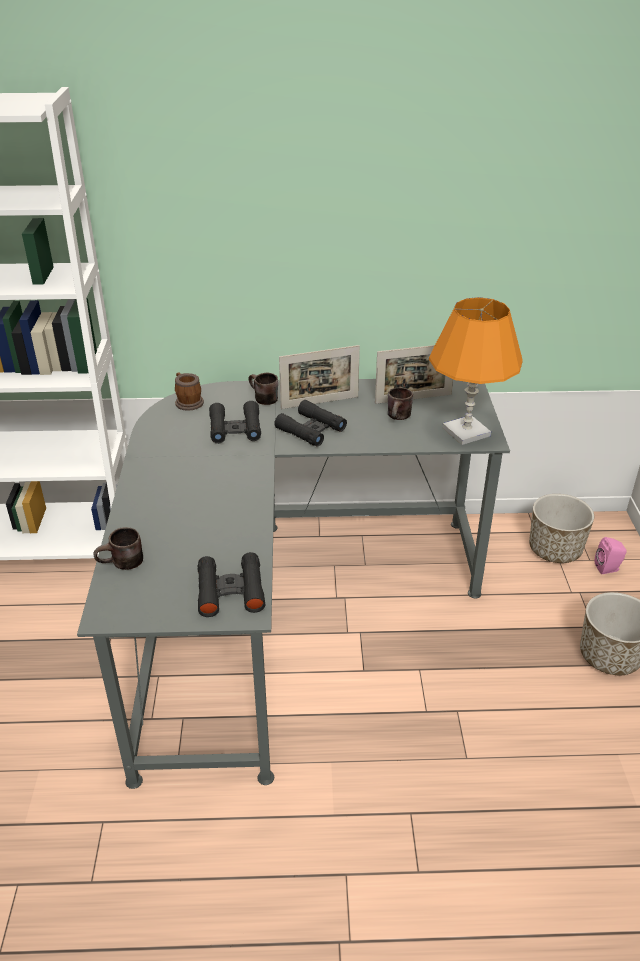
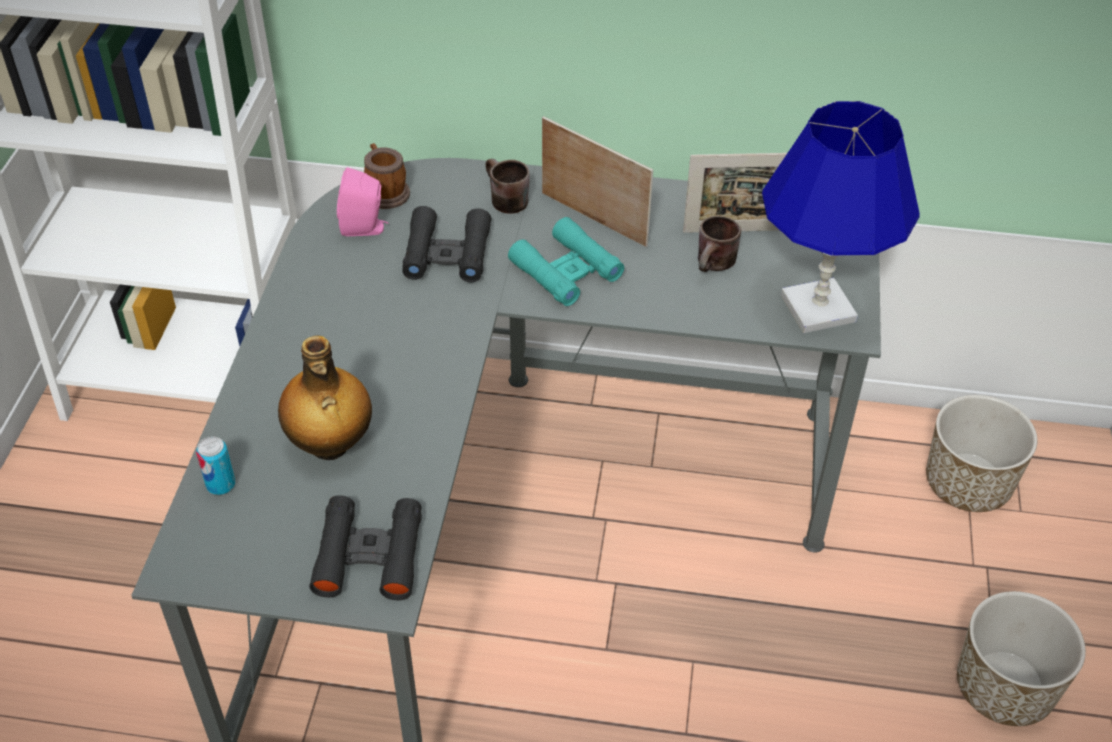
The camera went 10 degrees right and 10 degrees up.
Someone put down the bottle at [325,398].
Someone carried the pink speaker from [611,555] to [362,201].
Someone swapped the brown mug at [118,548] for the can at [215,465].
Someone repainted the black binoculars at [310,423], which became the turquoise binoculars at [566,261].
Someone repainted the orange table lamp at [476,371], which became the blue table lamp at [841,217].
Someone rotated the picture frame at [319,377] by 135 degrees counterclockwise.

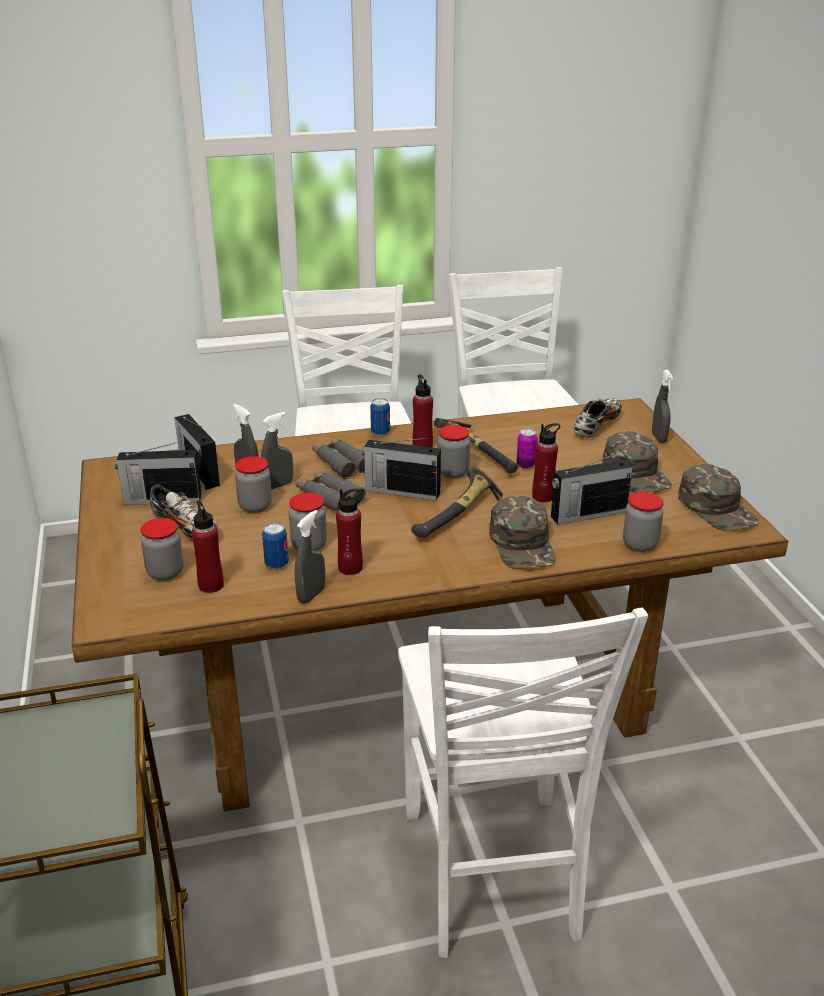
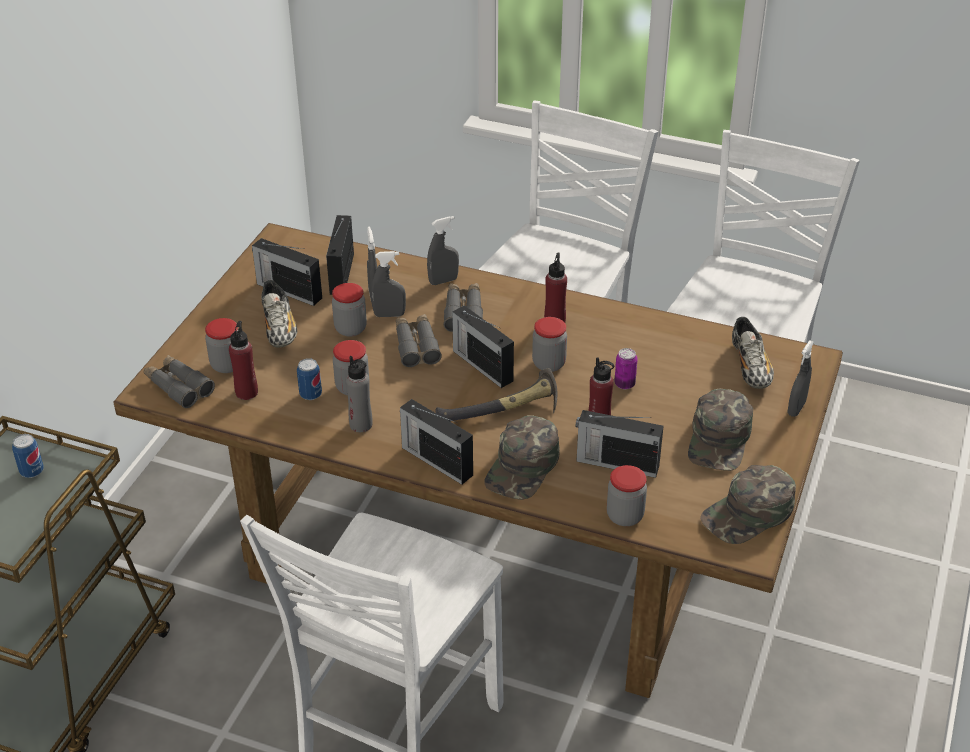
The camera went 35 degrees right and 10 degrees up.
Someone took away the hammer at [476,445].
Someone put down the grey binoculars at [179,381].
Someone put down the radio at [436,442].
Someone carried the grey spray bottle from [310,557] to [443,250].
Someone carried the can from [380,417] to [28,456].
Someone repainted the red bottle at [349,532], which became the grey bottle at [359,394].
Someone rotated the shoe at [598,418] by 105 degrees clockwise.
Someone rotated the green cap at [718,497] by 45 degrees clockwise.

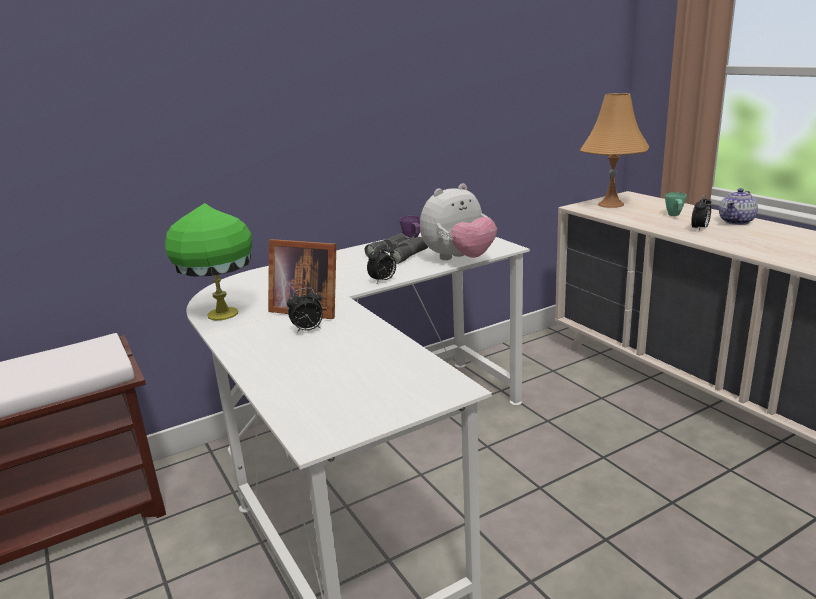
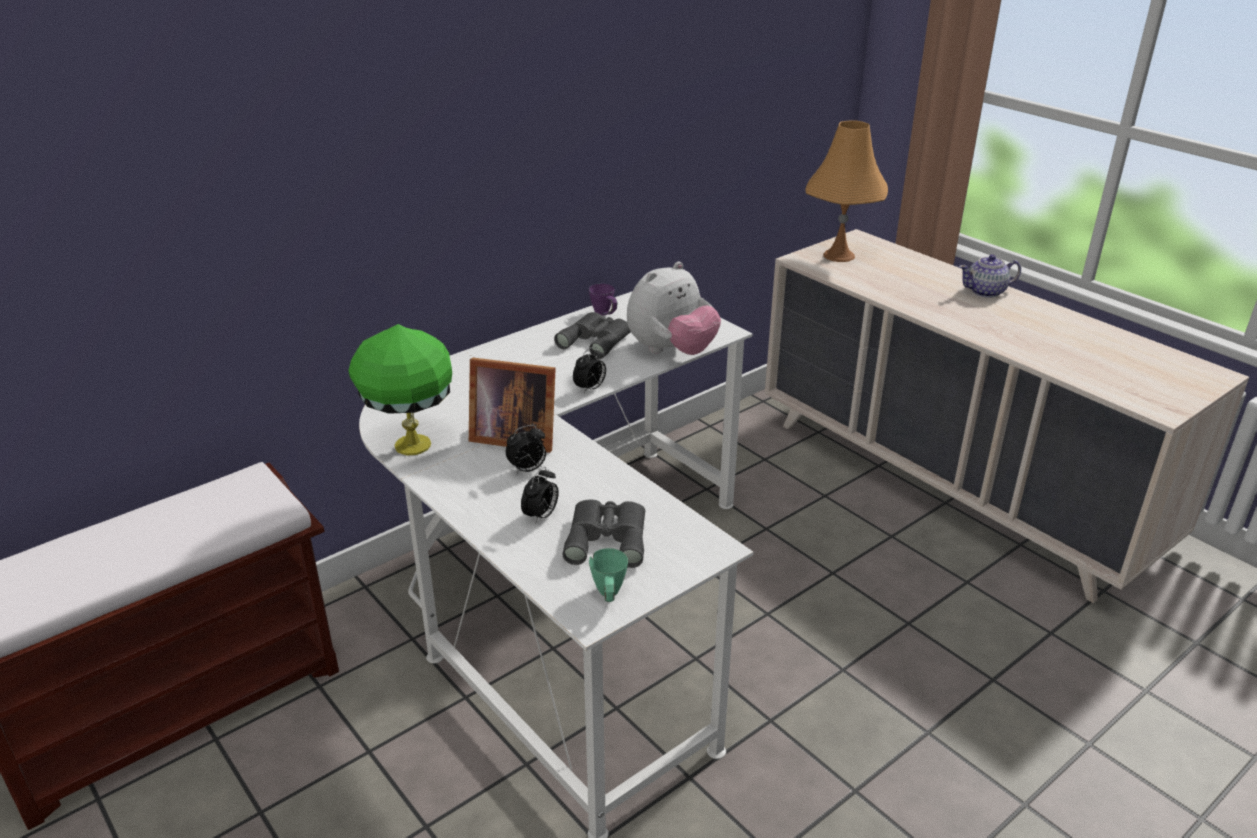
The camera went 10 degrees left and 10 degrees up.
Someone put down the grey binoculars at [604,534].
Someone carried the green mug from [676,204] to [608,575].
Someone carried the alarm clock from [701,212] to [540,495].
Someone rotated the teapot at [738,206] by 45 degrees clockwise.

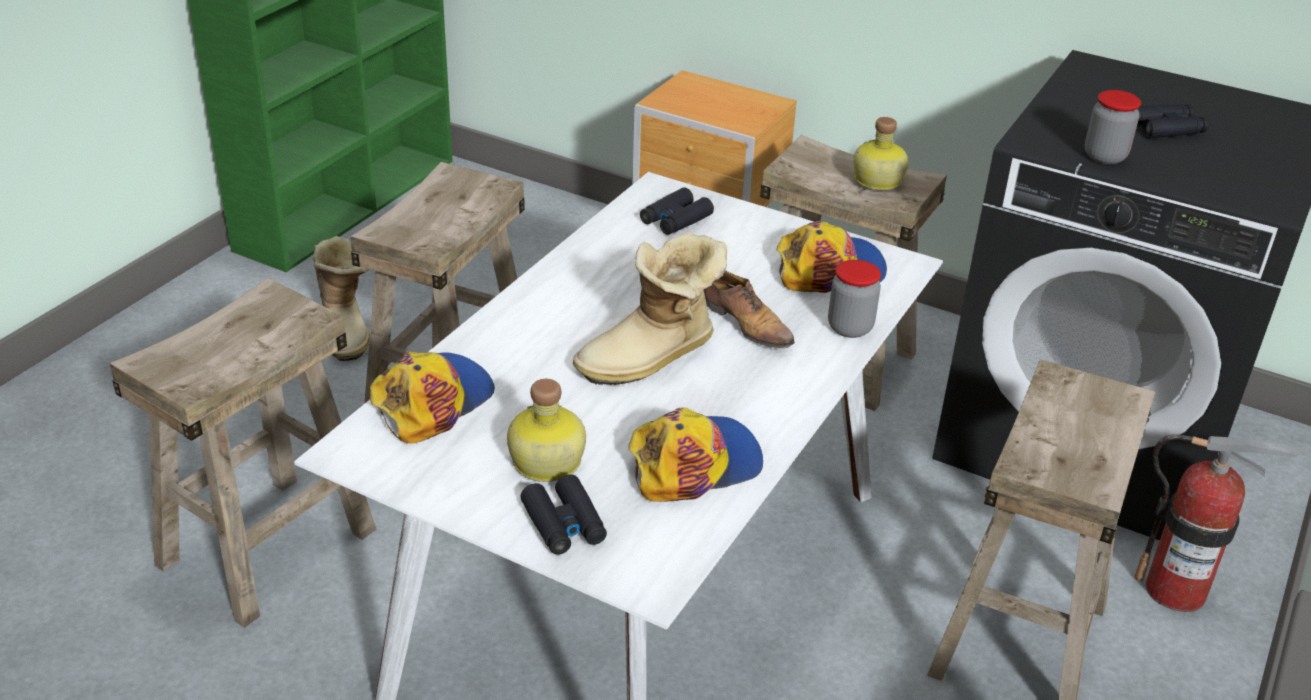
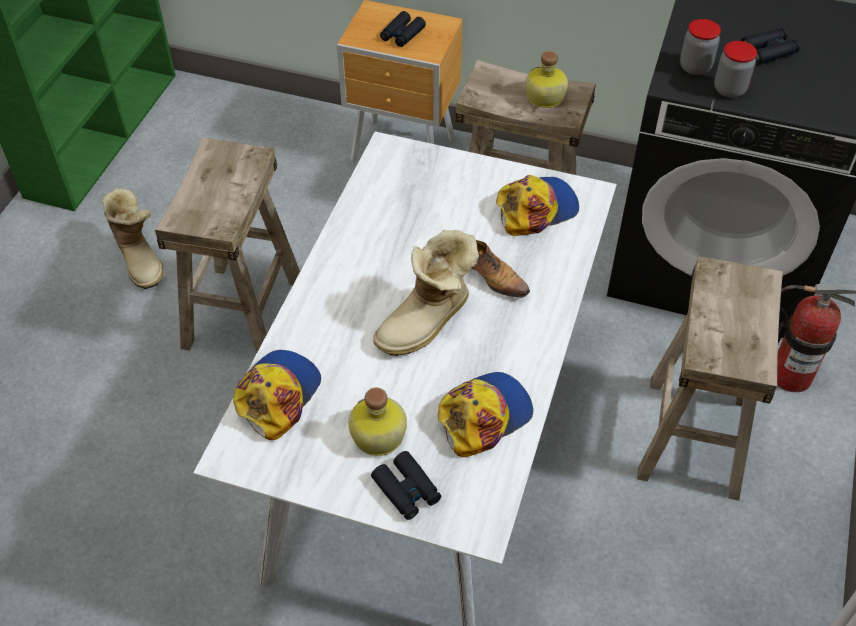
The camera went 10 degrees left and 15 degrees up.
Someone took away the beige stool at [243,453].
Someone carried the black binoculars from [677,211] to [403,29].
Someone carried the jar from [854,299] to [700,47].

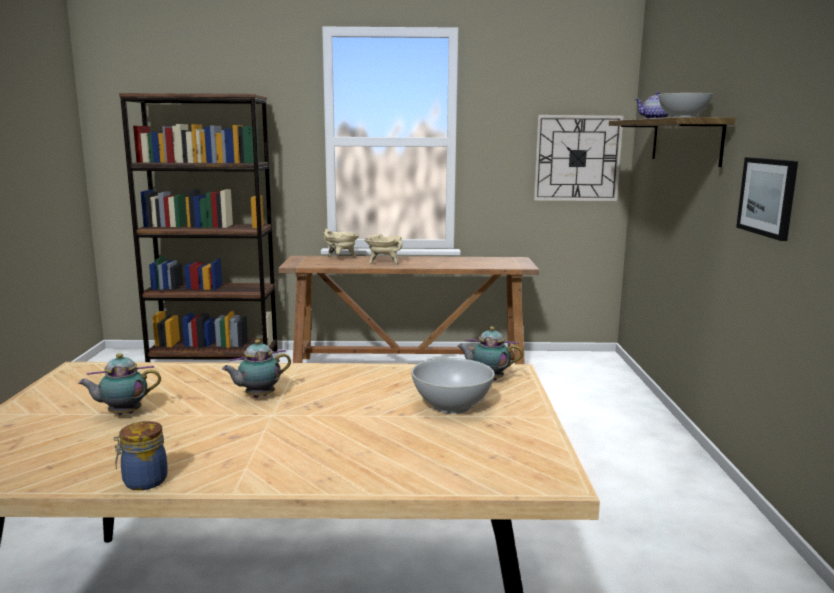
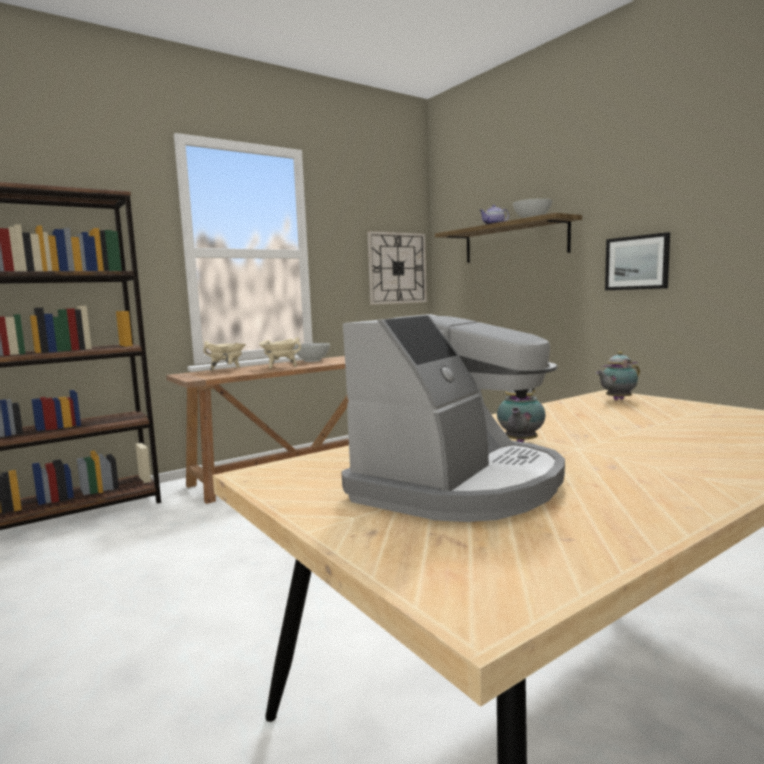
The camera went 35 degrees left and 5 degrees down.
Someone took away the jar at [140,455].
Someone carried the white bowl from [453,386] to [312,352].
Someone swapped the teapot at [119,384] for the coffee machine at [453,418].

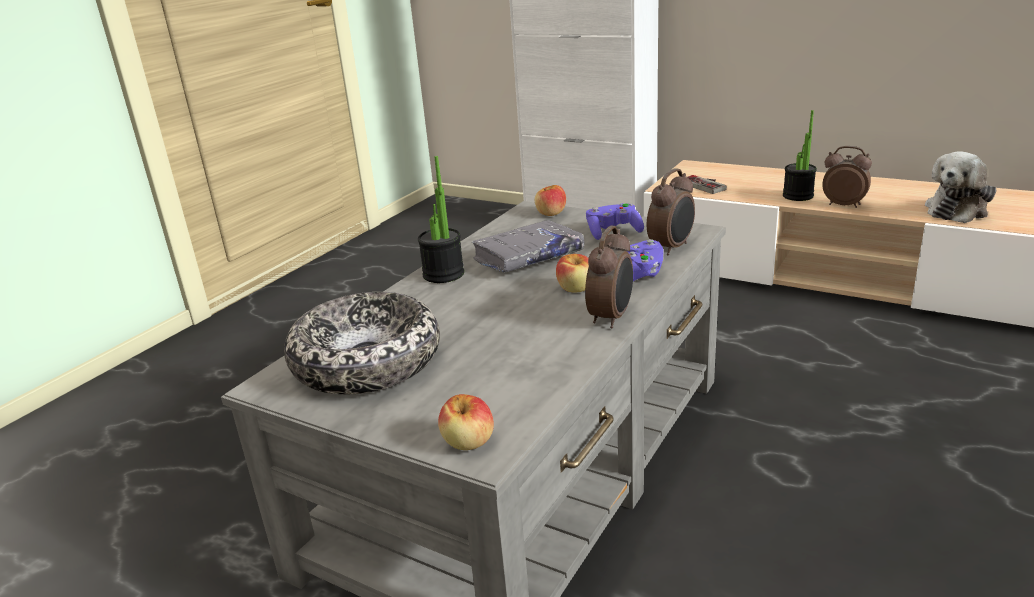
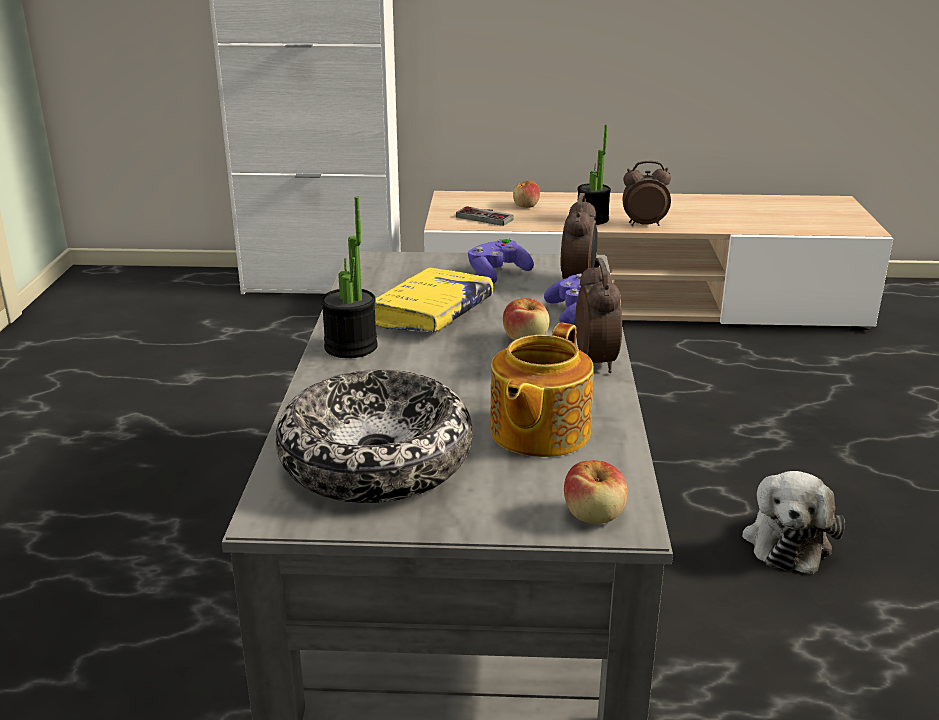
The camera went 30 degrees left and 0 degrees up.
Someone put down the teapot at [542,390].
Someone carried the apple from [550,200] to [526,194].
Someone carried the plush toy from [960,187] to [793,522].
Someone repainted the grey book at [528,246], which became the yellow book at [434,300].

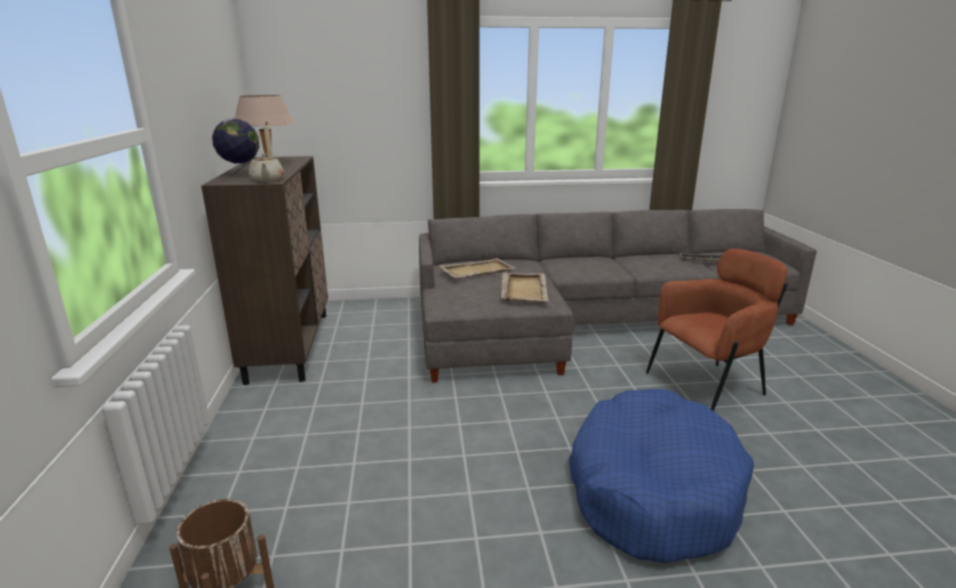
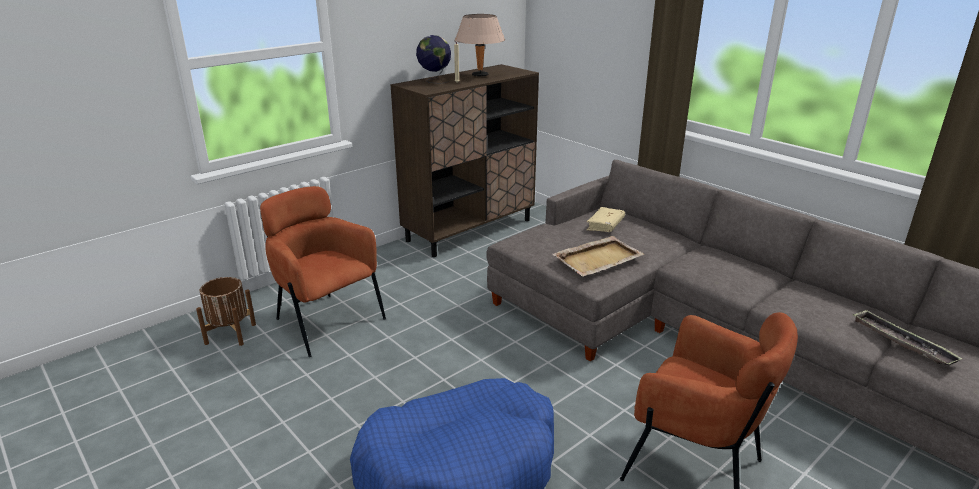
The camera went 55 degrees right and 5 degrees up.
Someone took away the beige teapot at [266,168].
Someone put down the brown armchair at [323,271].
Someone swapped the beige tray at [477,268] for the beige book at [605,219].

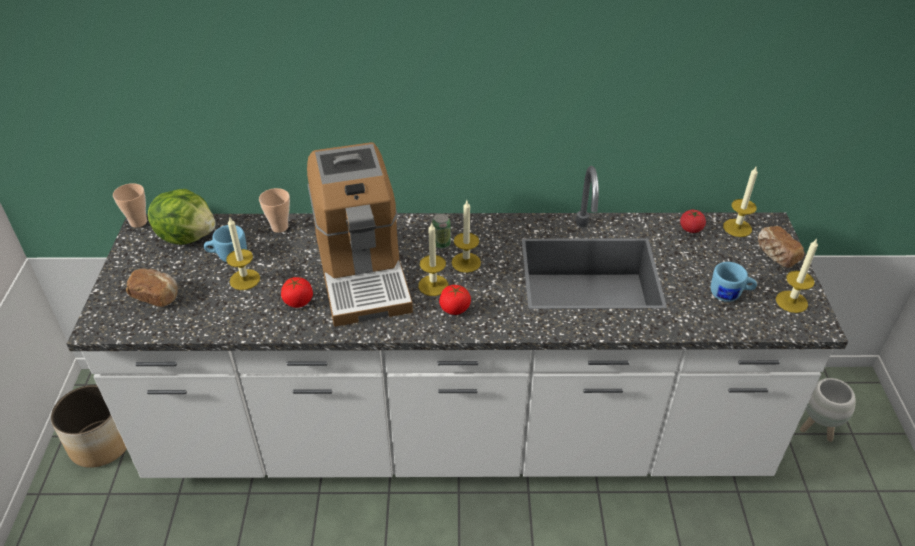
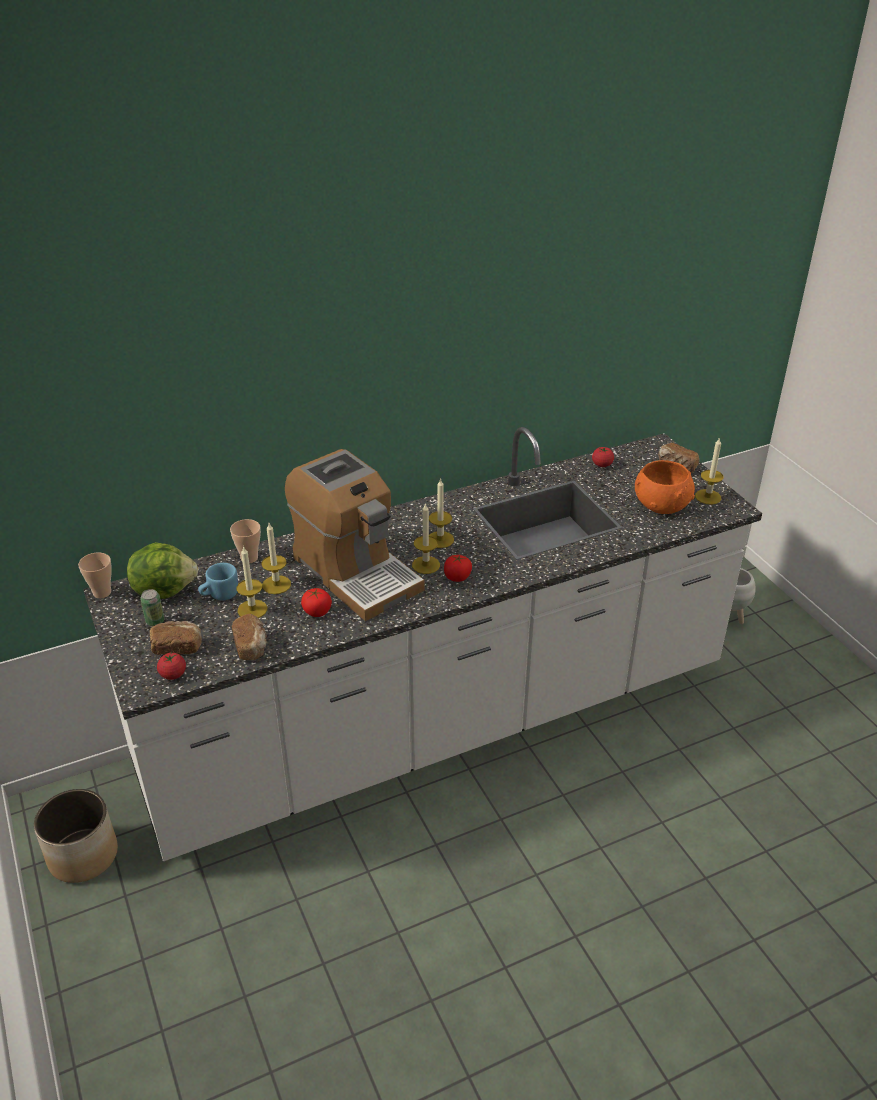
The camera went 25 degrees left and 5 degrees down.
Someone put down the tomato at [171,666].
Someone put down the bread at [249,637].
Someone carried the can from [441,231] to [152,607].
Someone carried the candle from [740,202] to [276,558].
Someone swapped the blue mug at [734,282] for the orange bowl at [665,487].

